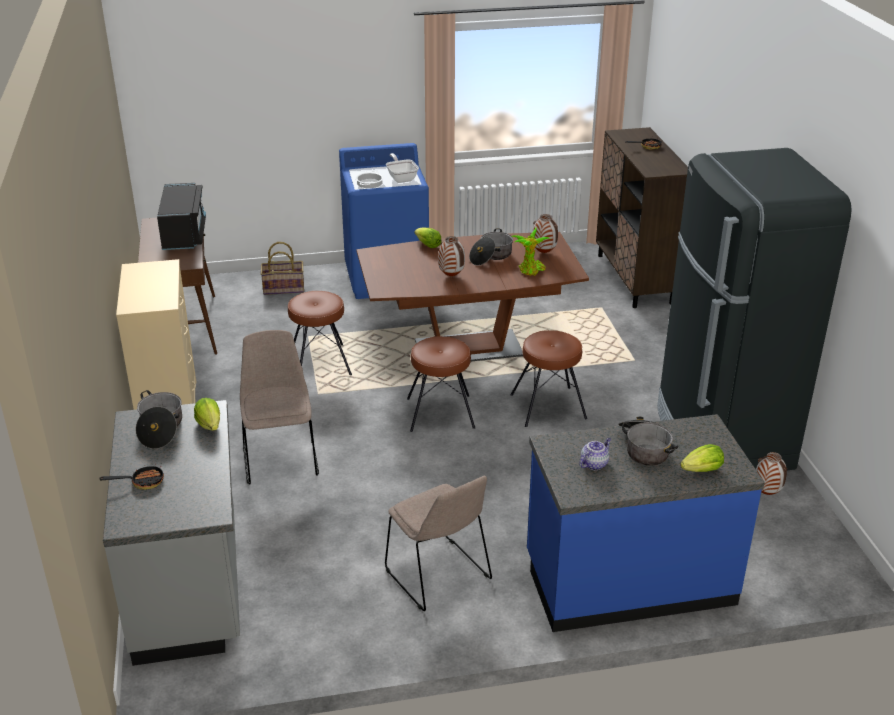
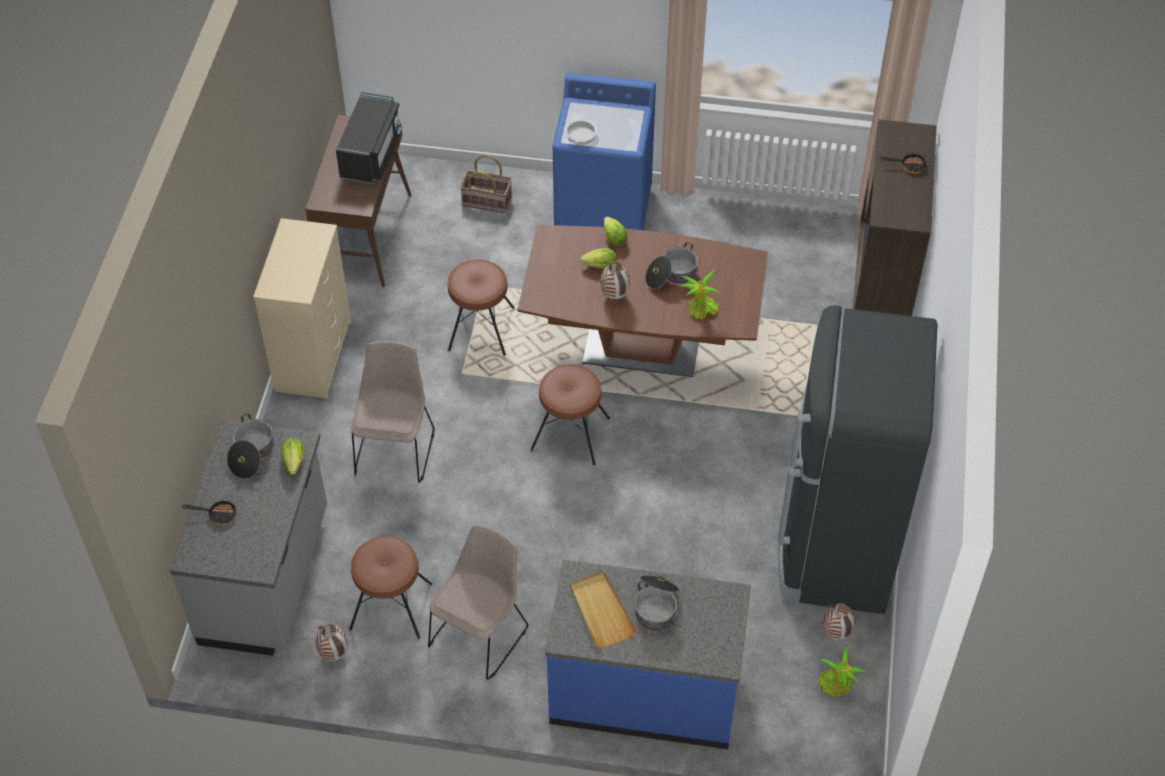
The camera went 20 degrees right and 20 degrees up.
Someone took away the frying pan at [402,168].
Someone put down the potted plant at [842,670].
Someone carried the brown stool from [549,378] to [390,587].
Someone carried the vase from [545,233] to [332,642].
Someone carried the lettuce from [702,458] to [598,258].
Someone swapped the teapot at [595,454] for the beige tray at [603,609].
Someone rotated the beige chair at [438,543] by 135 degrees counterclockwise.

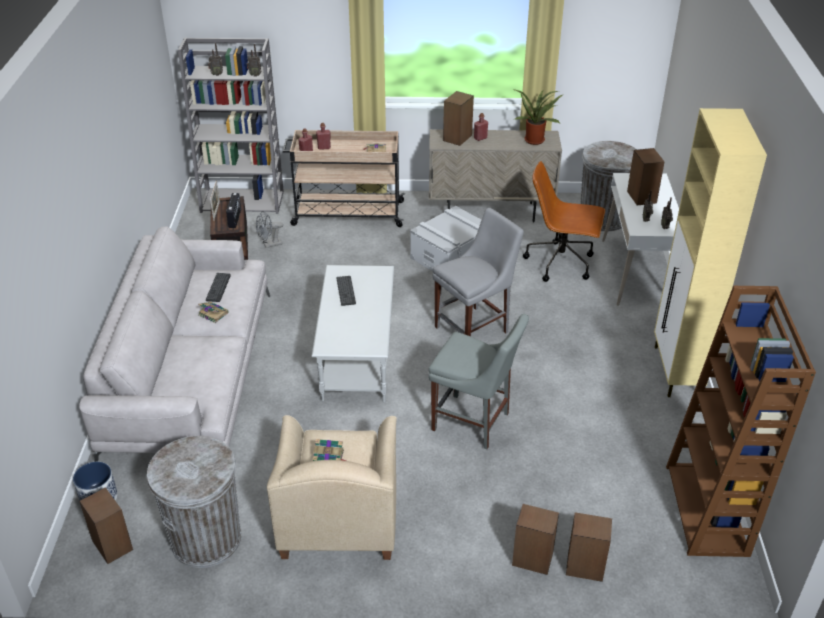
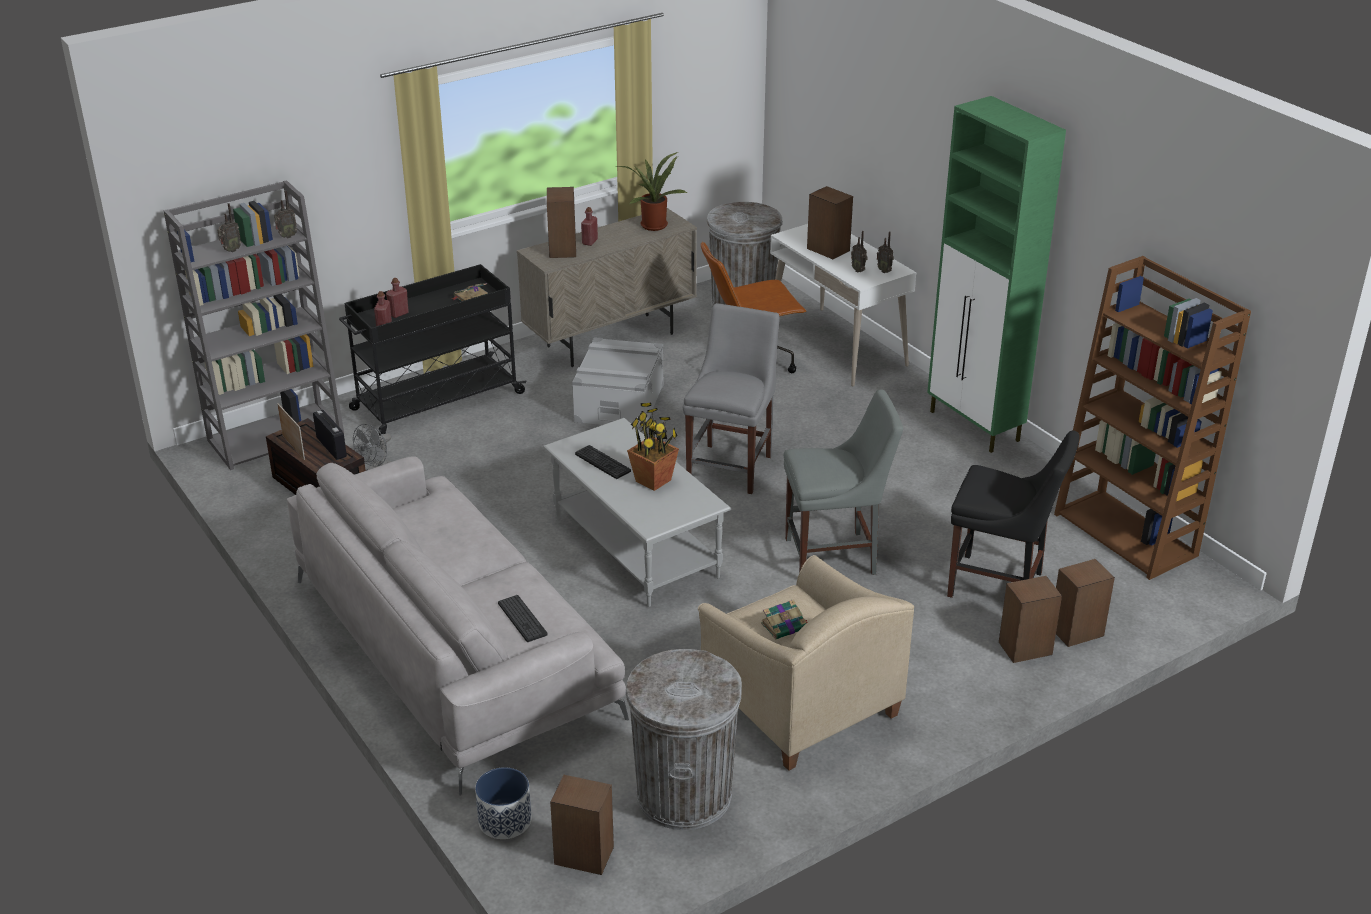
The camera went 35 degrees left and 5 degrees down.
Someone took away the book at [213,312].
Someone put down the potted plant at [653,447].
Someone put down the black chair at [1013,514].
Someone carried the keyboard from [218,287] to [522,618].
Someone repainted the beige cart at [344,178], which became the black cart at [432,350].
Someone repainted the beige cabinet at [710,252], which became the green cabinet at [996,274].

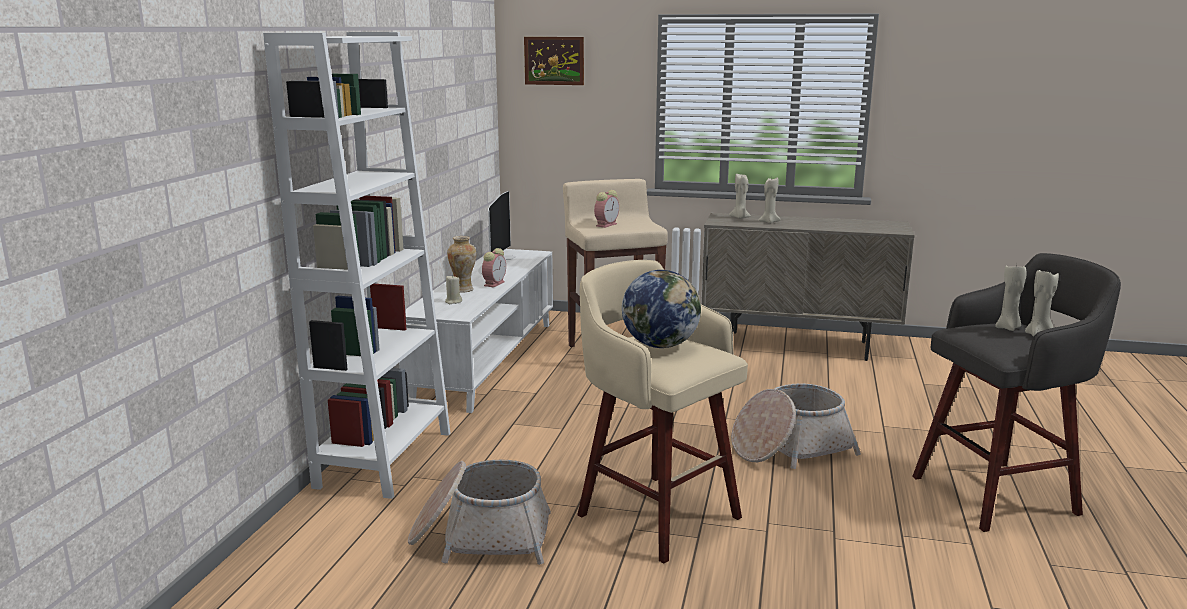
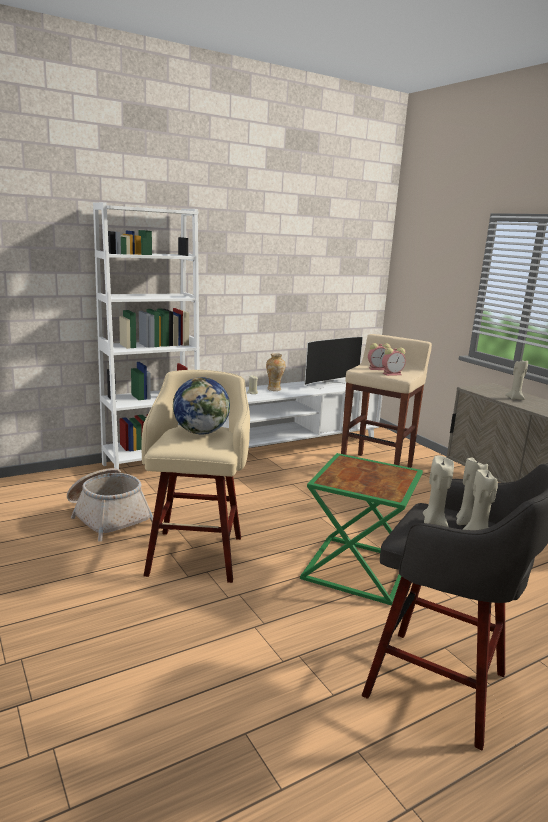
The camera went 45 degrees right and 0 degrees up.
Someone took away the picture at [554,61].
Someone carried the alarm clock from [494,267] to [394,362].
Someone carried the beige candle from [740,196] to [438,491].
Someone swapped the basket at [796,426] for the green side table at [361,529].

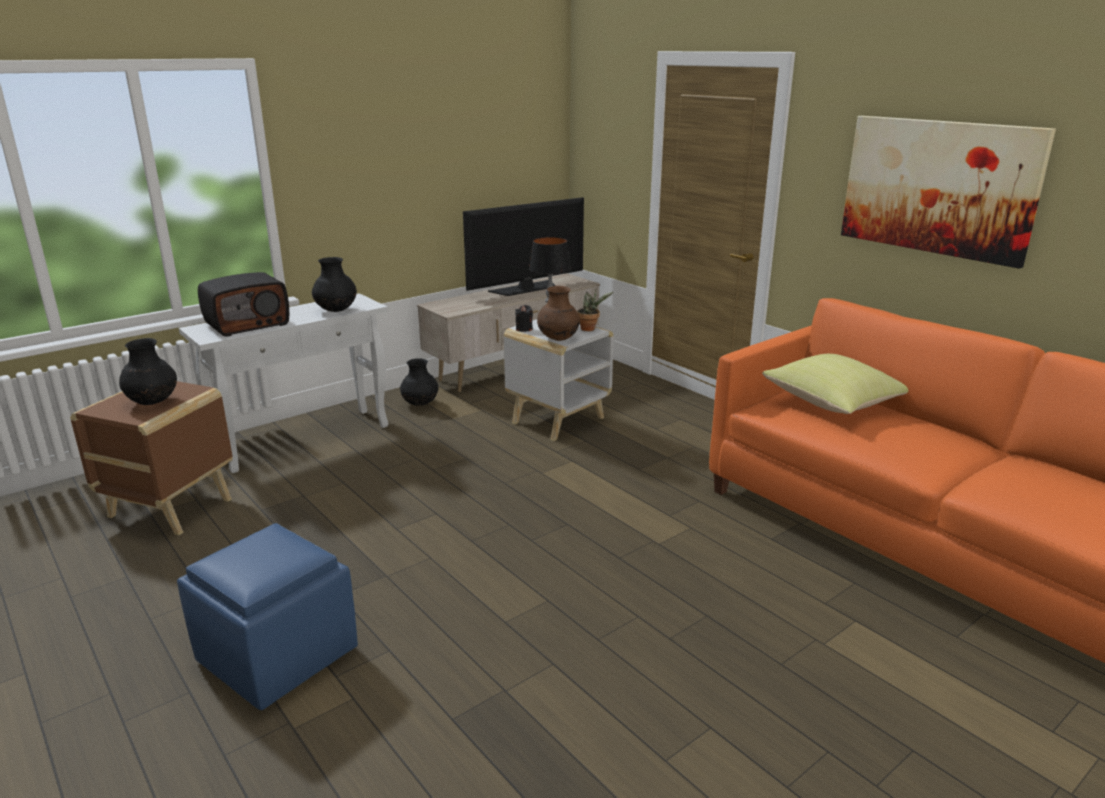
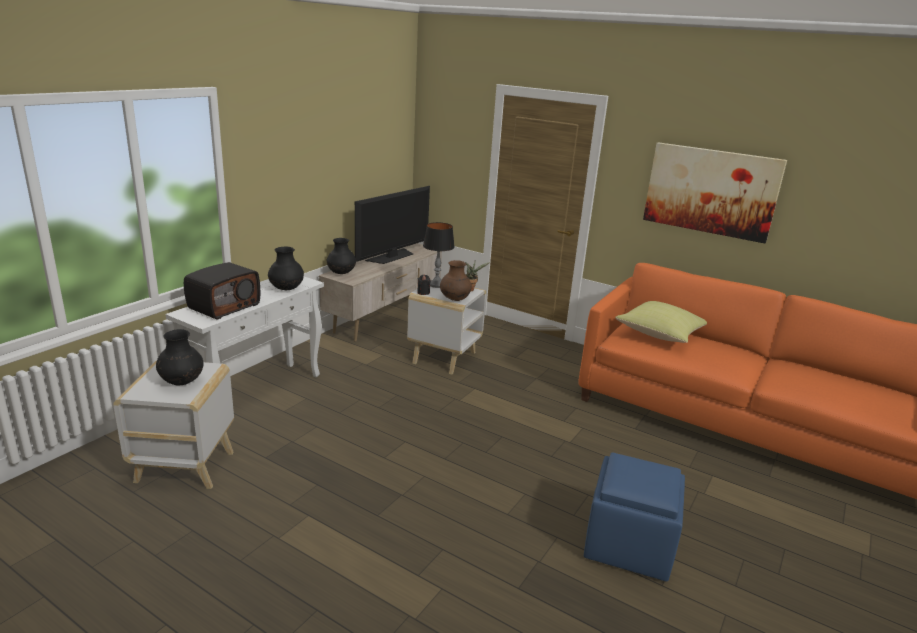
The camera went 20 degrees left and 0 degrees up.
Someone carried the blue ottoman from [267,616] to [634,517].
Someone carried the black vase from [419,382] to [341,256].
Someone repainted the brown side table at [151,458], which became the white side table at [173,424].

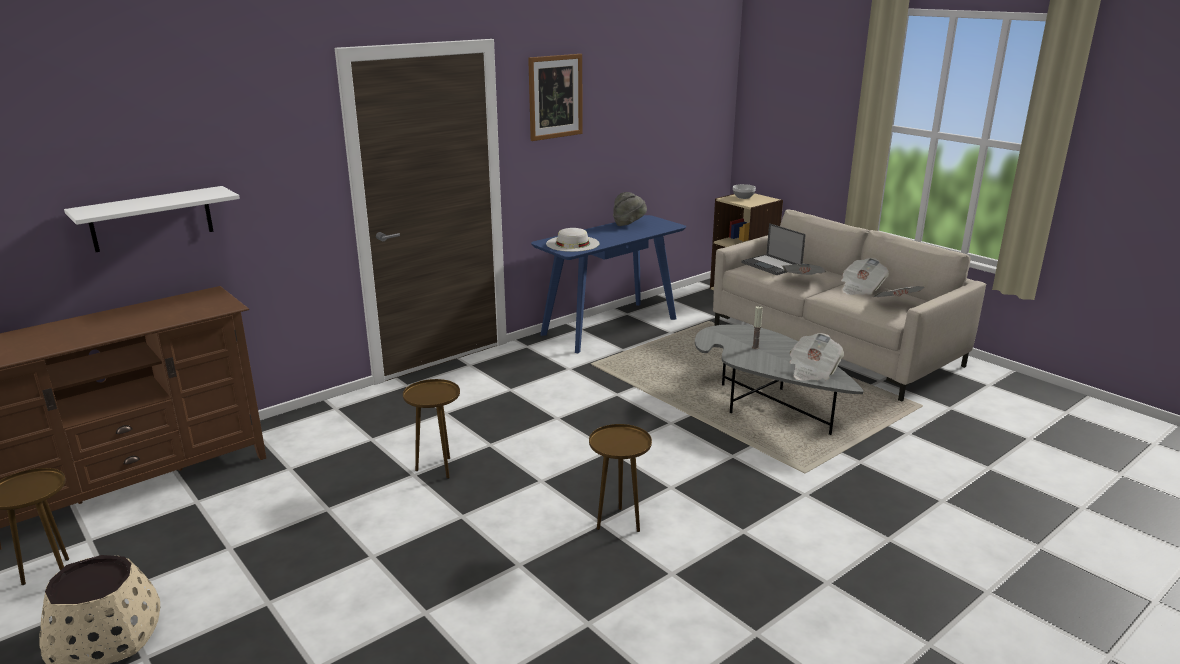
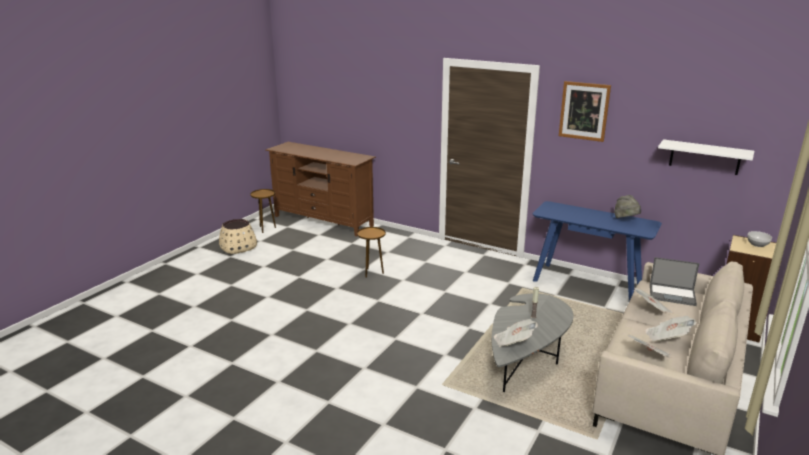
The camera went 70 degrees right and 0 degrees up.
Someone took away the white hat at [572,240].
Someone took away the brown side table at [620,478].
Someone carried the white shelf from [152,219] to [706,157].
Someone rotated the laptop at [774,249] by 105 degrees counterclockwise.

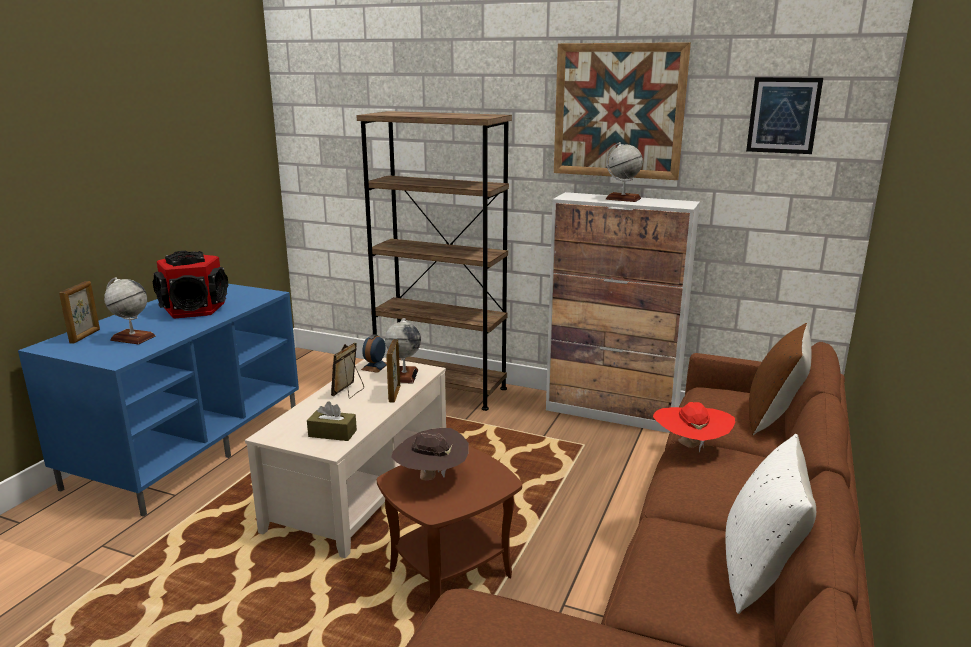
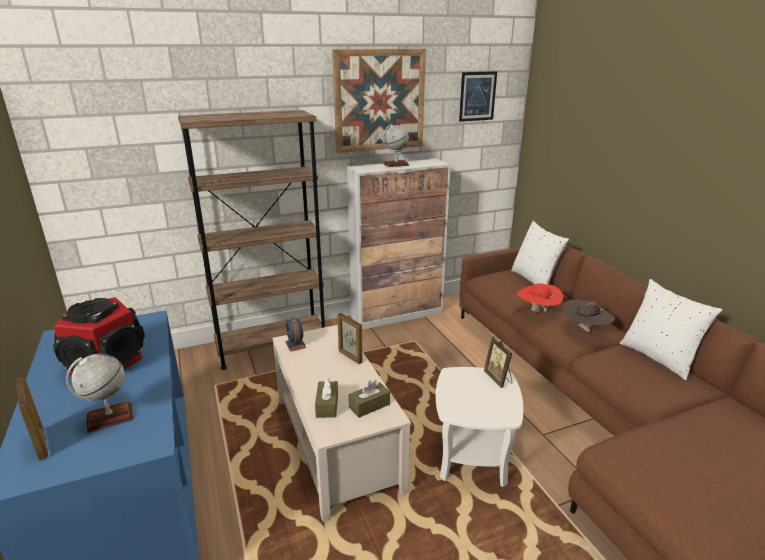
The camera went 45 degrees left and 5 degrees up.
Someone took away the globe at [403,350].
Someone put down the brown tissue box at [326,398].
Someone carried the picture frame from [347,371] to [498,362].
Someone carried the brown hat from [430,454] to [588,315].
Someone repainted the brown side table at [449,528], which became the white side table at [479,427].
Someone repainted the brown pillow at [780,379], which became the white pillow at [540,253].

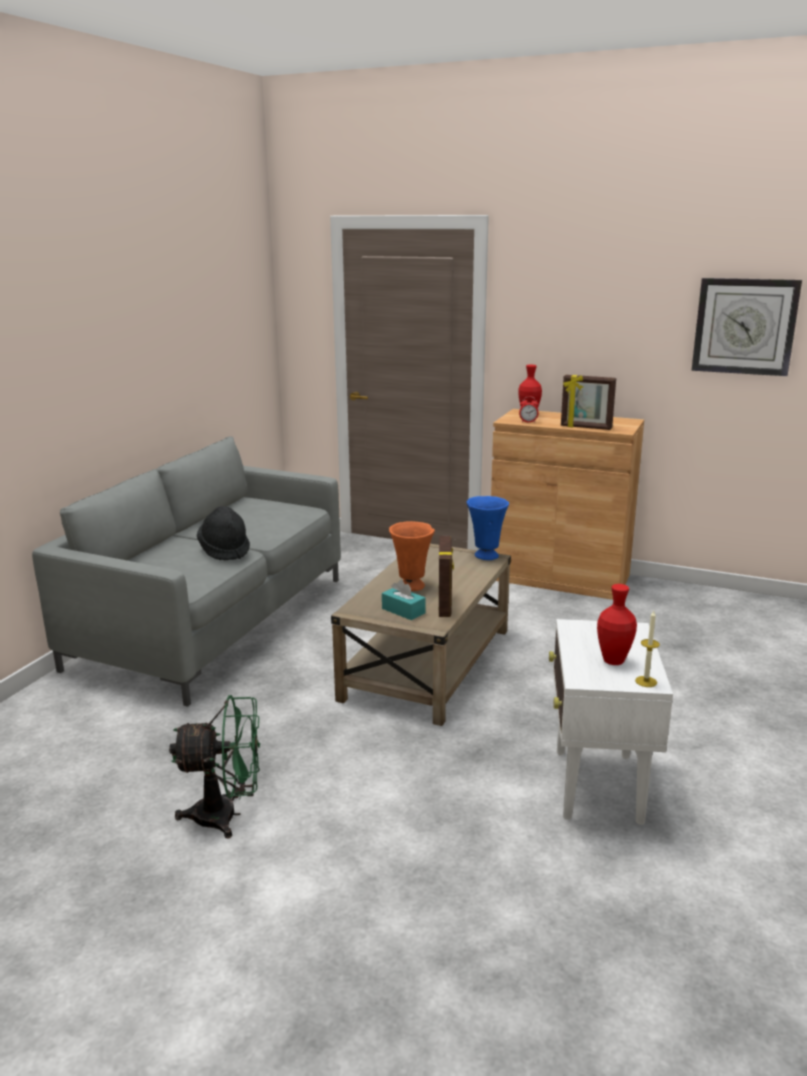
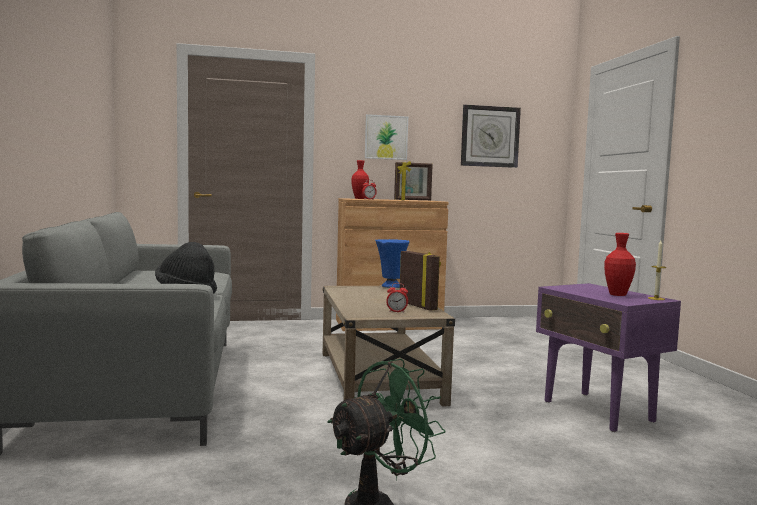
The camera went 35 degrees left and 15 degrees down.
Someone took away the orange vase at [412,556].
Someone put up the picture at [386,137].
Someone swapped the turquoise tissue box at [404,600] for the alarm clock at [397,298].
Someone repainted the white side table at [611,722], which became the purple side table at [608,357].

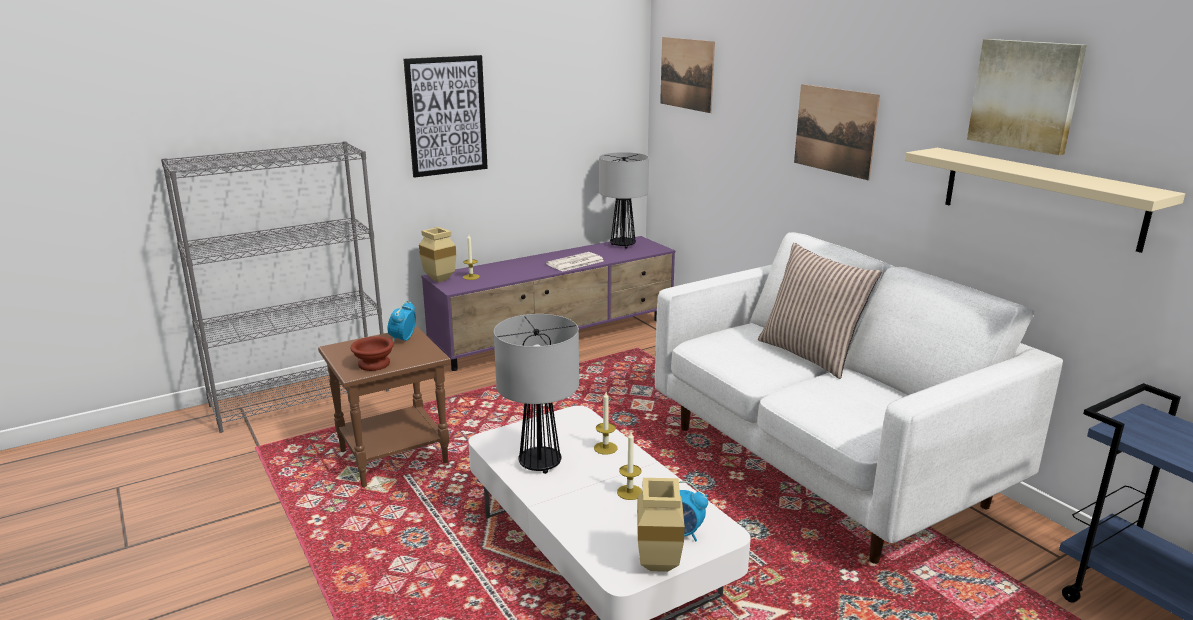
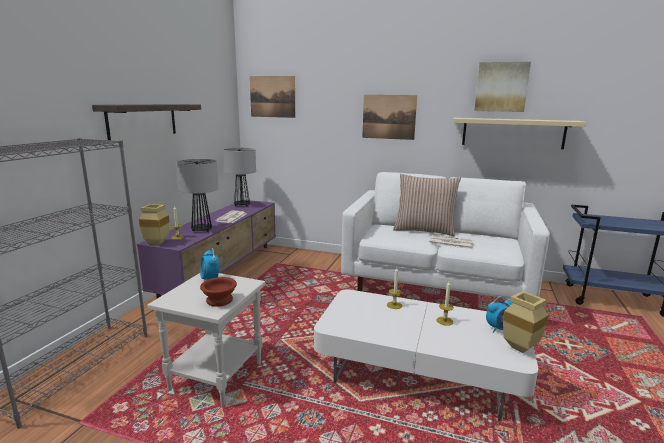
The camera went 40 degrees left and 5 degrees down.
Someone put down the newspaper at [451,242].
Someone carried the table lamp from [536,394] to [197,195].
Someone swapped the picture at [446,116] for the shelf at [146,122].
Someone repainted the brown side table at [384,407], which became the white side table at [206,339].

